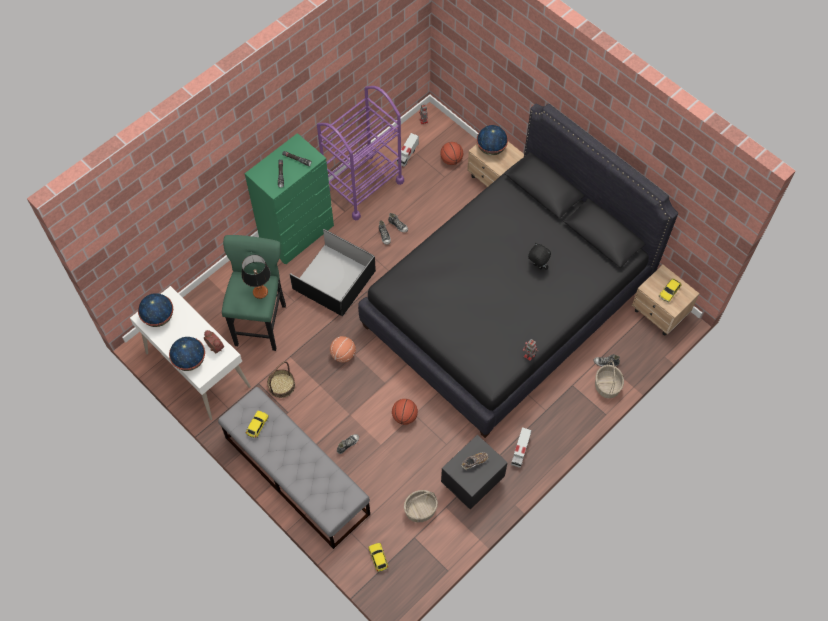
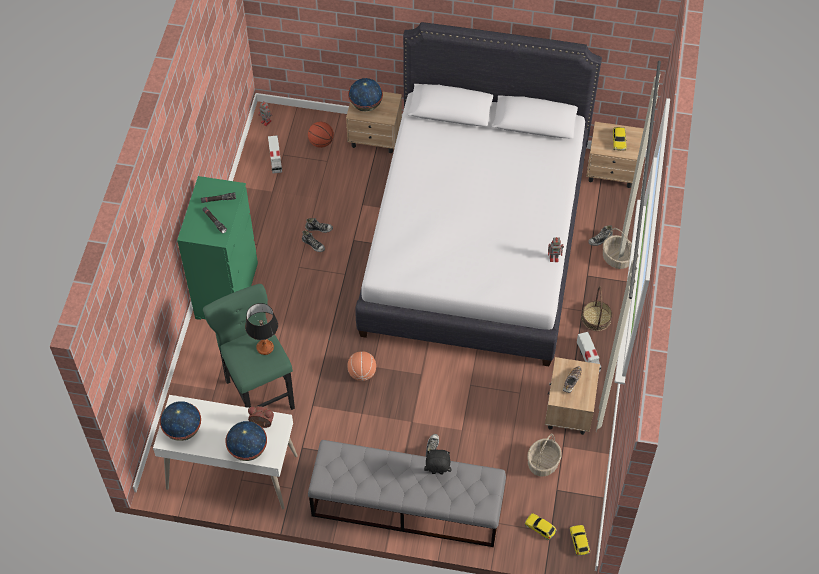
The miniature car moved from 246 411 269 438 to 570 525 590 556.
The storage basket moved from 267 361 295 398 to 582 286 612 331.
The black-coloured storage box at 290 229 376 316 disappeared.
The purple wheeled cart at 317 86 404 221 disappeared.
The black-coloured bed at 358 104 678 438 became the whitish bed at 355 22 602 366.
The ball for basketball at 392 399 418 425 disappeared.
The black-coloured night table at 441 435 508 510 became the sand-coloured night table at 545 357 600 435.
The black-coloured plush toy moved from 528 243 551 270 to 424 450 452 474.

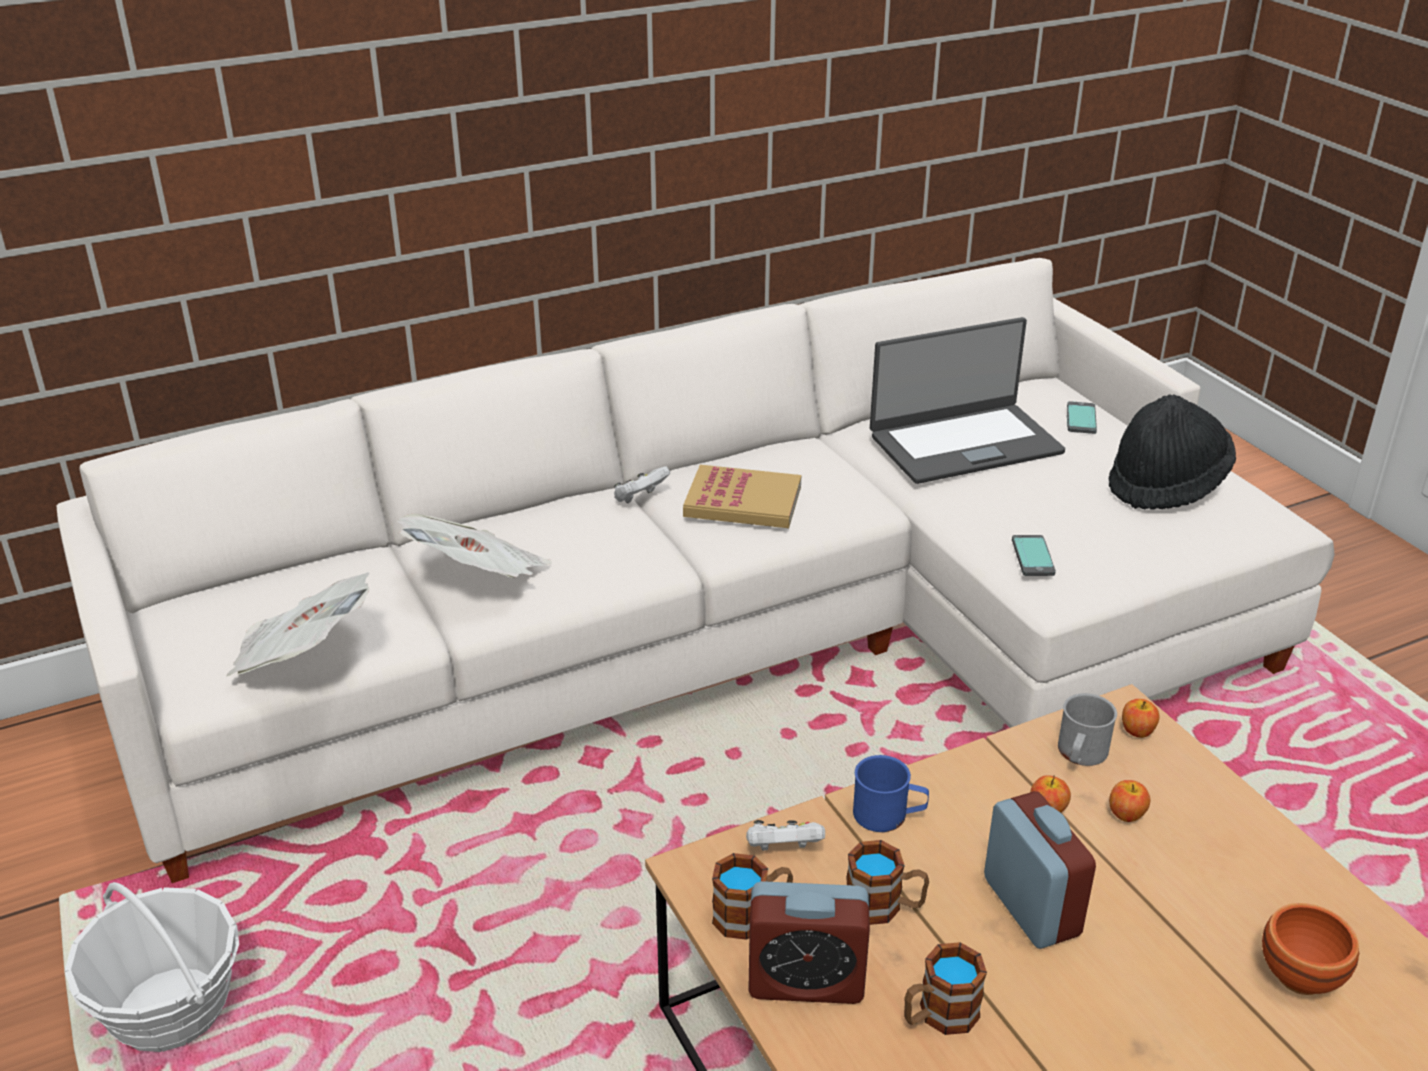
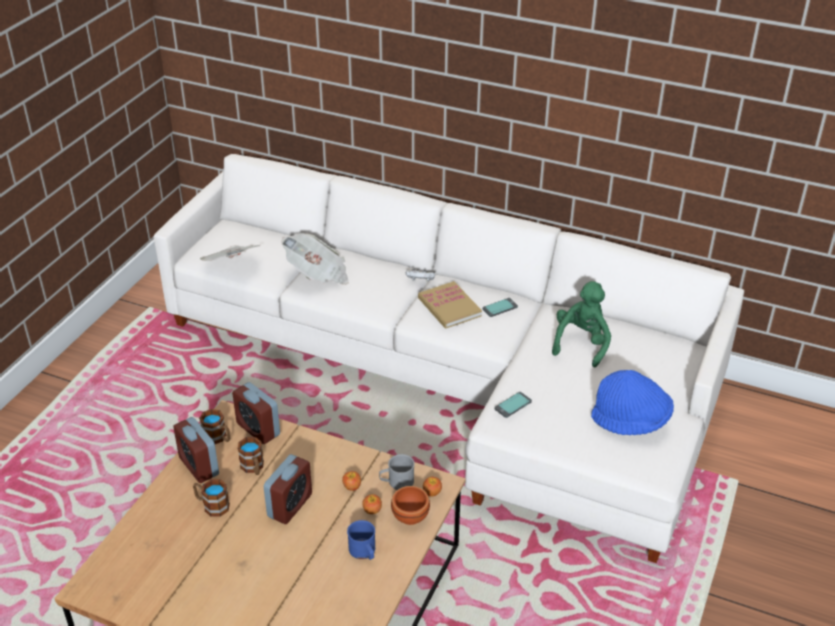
The storage basket at 64 882 239 1052 disappeared.
The whitish game controller at 746 820 825 851 was replaced by the alarm clock at 232 382 280 444.
The bluish mug moved from 853 755 929 832 to 347 520 375 560.
The notebook computer at 870 317 1065 484 was replaced by the green-coloured plush toy at 552 281 611 367.
The phone moved from 1067 401 1097 434 to 483 298 518 317.
The black-coloured hat at 1109 394 1236 509 became the bluish hat at 591 370 674 435.
The brown bowl moved from 1262 903 1359 995 to 391 486 430 525.

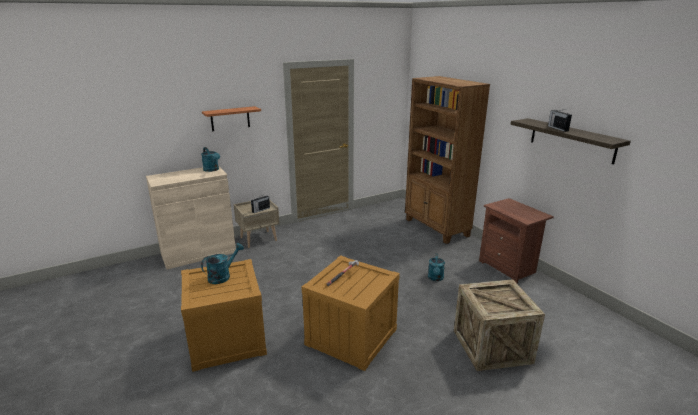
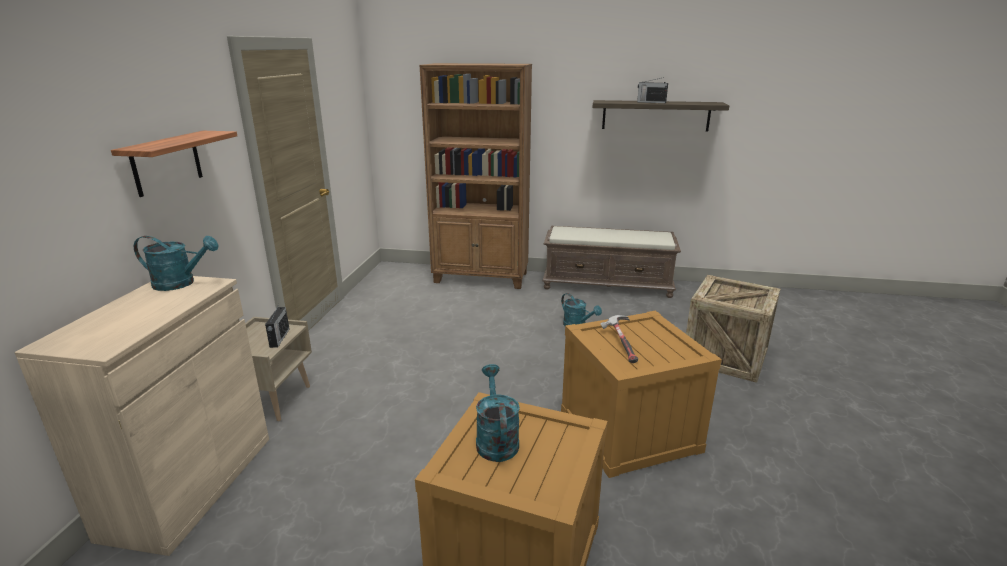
The brown night table at 479 198 554 283 was replaced by the brown long seat at 543 226 681 298.

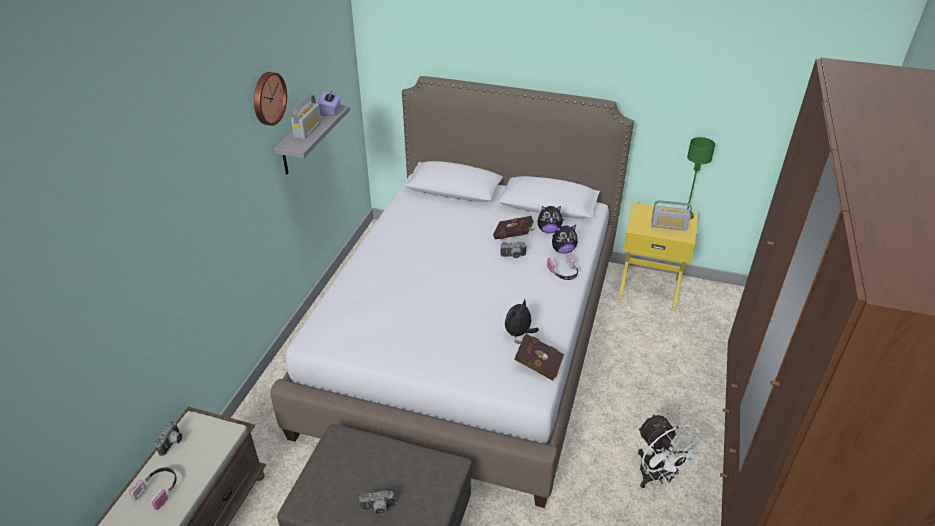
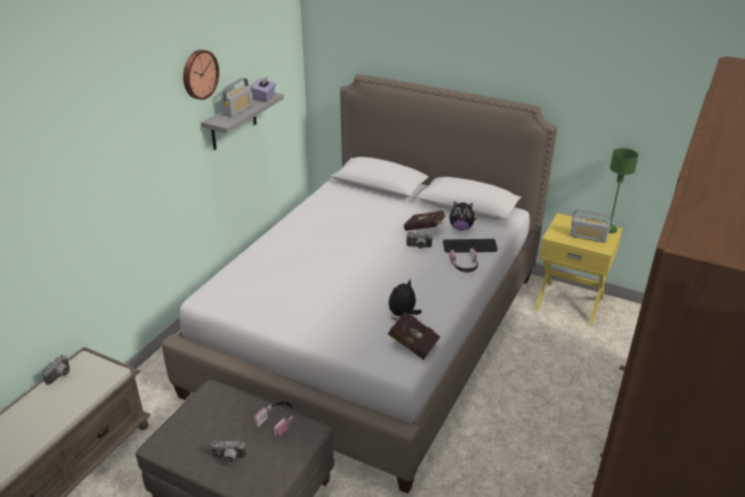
The headphones moved from 129 467 177 510 to 254 401 295 437.
The plush toy at 552 225 578 254 was replaced by the PC keyboard at 443 239 497 253.
The whitish electric fan at 638 413 706 488 disappeared.

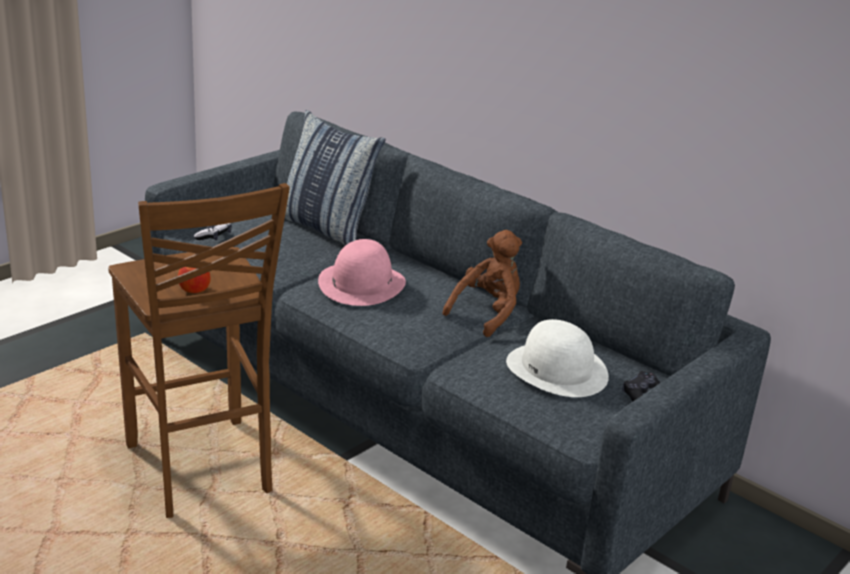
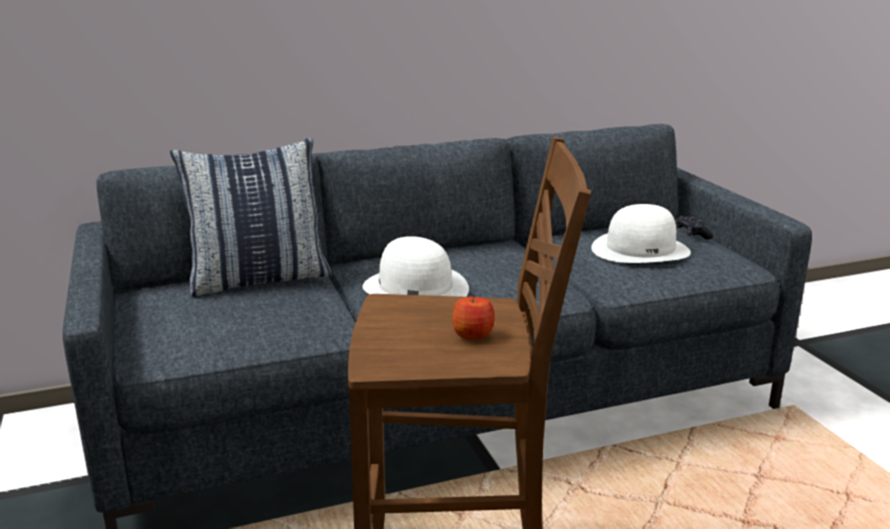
The game controller at 194 223 232 240 disappeared.
The pink-coloured hat at 318 239 406 306 became the whitish hat at 363 236 469 297.
The brown plush toy at 442 230 522 337 disappeared.

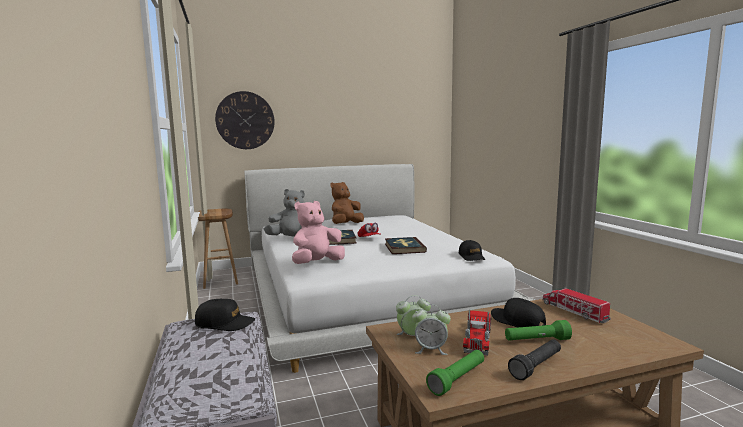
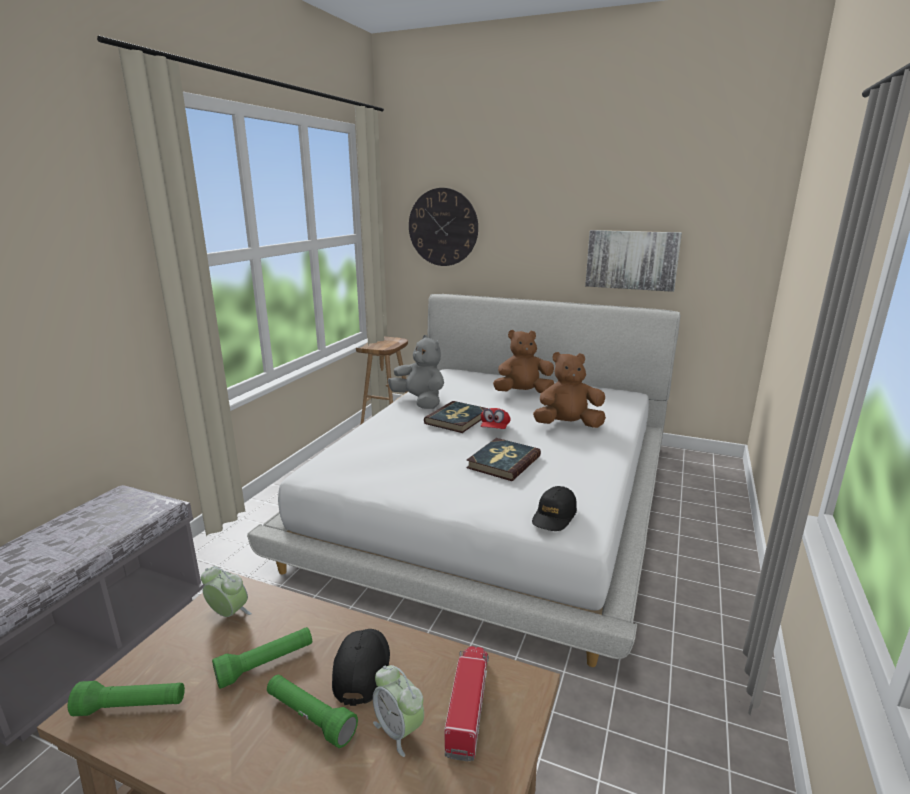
The black-coloured baseball cap at 195 299 255 331 disappeared.
The pink-coloured plush toy at 292 201 345 264 disappeared.
The alarm clock moved from 412 304 451 355 to 373 665 424 757.
The model truck at 463 310 491 356 was replaced by the green-coloured torch at 212 627 312 689.
The black-coloured torch at 508 339 561 380 disappeared.
The brown plush toy at 533 352 606 428 appeared.
The wall art at 585 230 682 292 appeared.

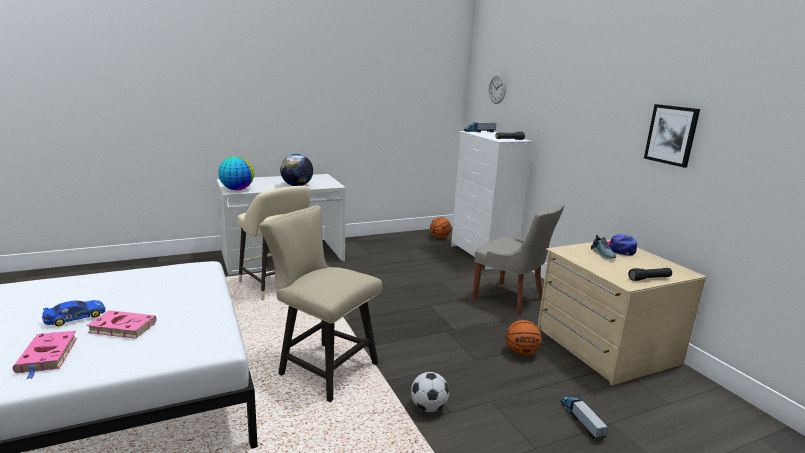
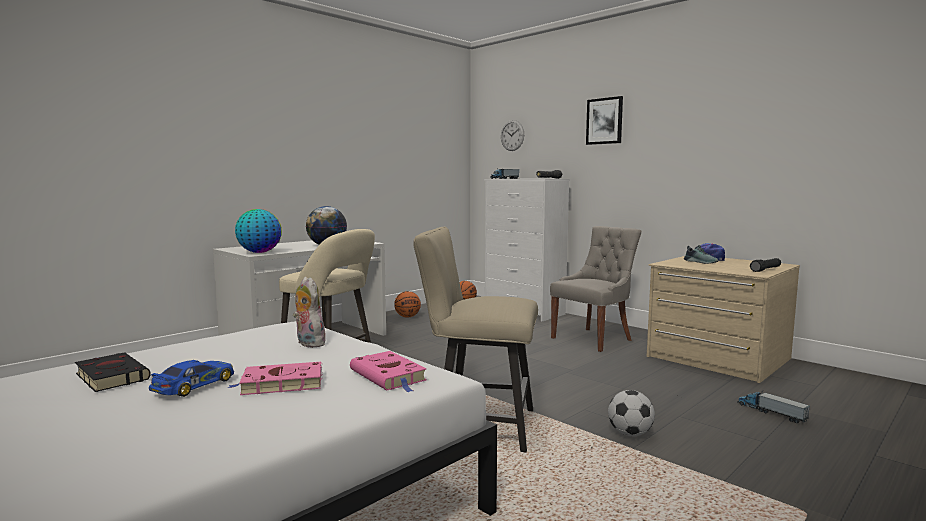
The pink-coloured bound book moved from 13 331 77 379 to 350 351 427 392.
The greyish chair at 473 204 565 315 turned 60 degrees counterclockwise.
The ball for basketball moved from 506 320 542 355 to 394 291 421 318.
The wall art moved from 644 104 700 168 to 586 96 623 145.
The black-coloured bound book at 75 352 151 392 appeared.
The plush toy at 293 277 326 348 appeared.

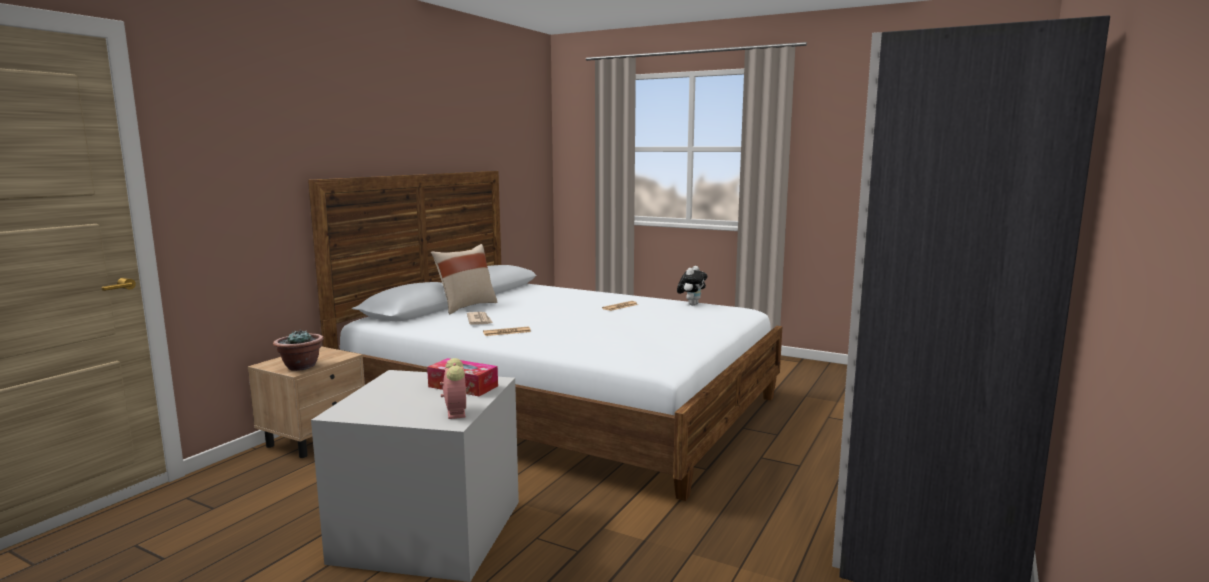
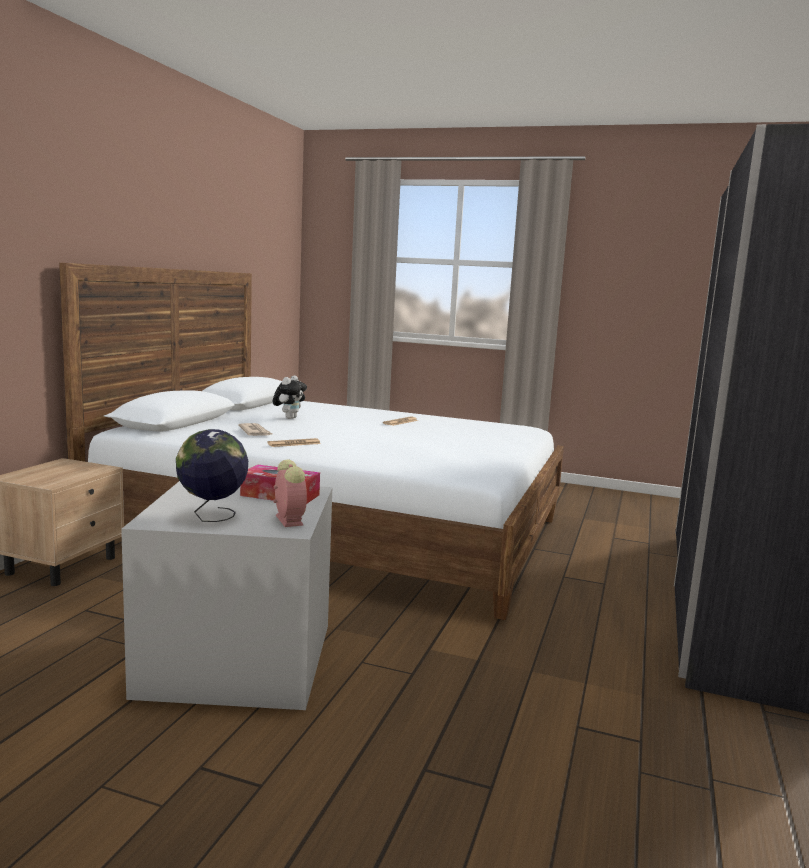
The houseplant at 273 329 324 371 disappeared.
The sand-coloured throw pillow at 431 244 498 314 disappeared.
The plush toy moved from 677 266 707 305 to 273 376 307 419.
The desk globe at 176 429 248 522 appeared.

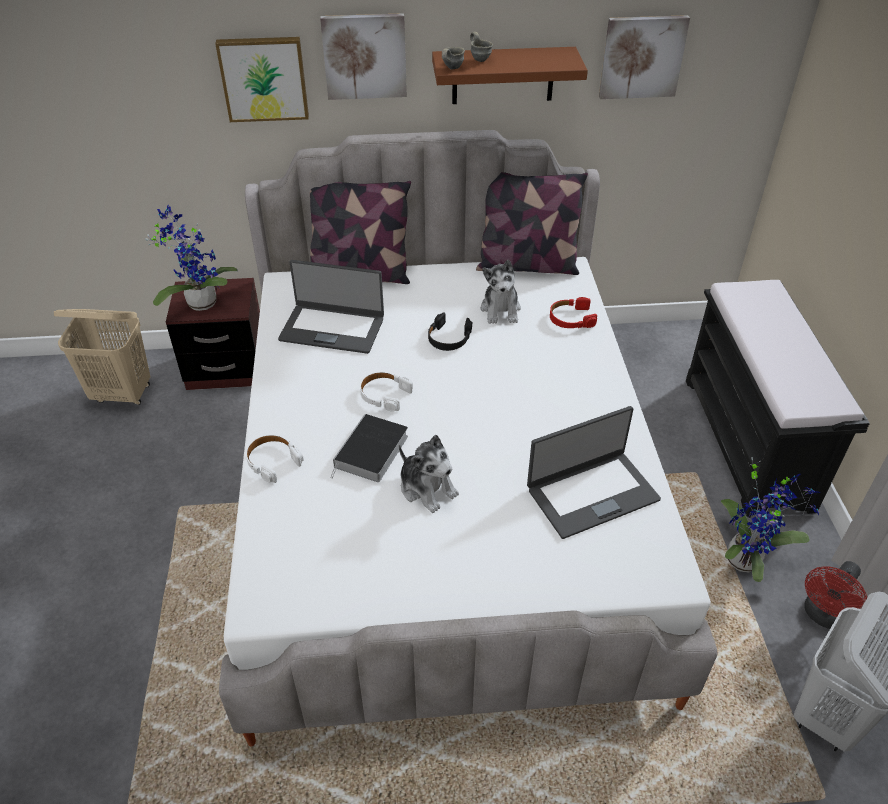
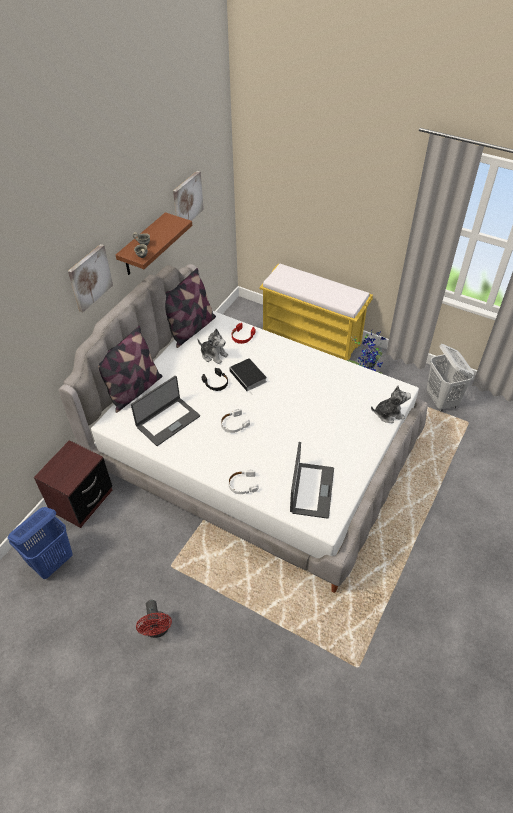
The sand-coloured laundry basket at 54 309 151 405 became the bluish laundry basket at 8 507 73 579.
The houseplant at 145 205 238 311 disappeared.
The wall art at 215 37 309 122 disappeared.
The bound book moved from 331 414 408 482 to 229 358 267 395.
The plush toy moved from 399 435 459 513 to 371 386 411 423.
The notebook computer moved from 527 406 661 539 to 290 442 334 519.
The black-coloured long seat at 686 280 870 518 became the yellowish long seat at 259 264 373 360.
The red-coloured electric fan moved from 804 561 867 629 to 136 600 172 638.

